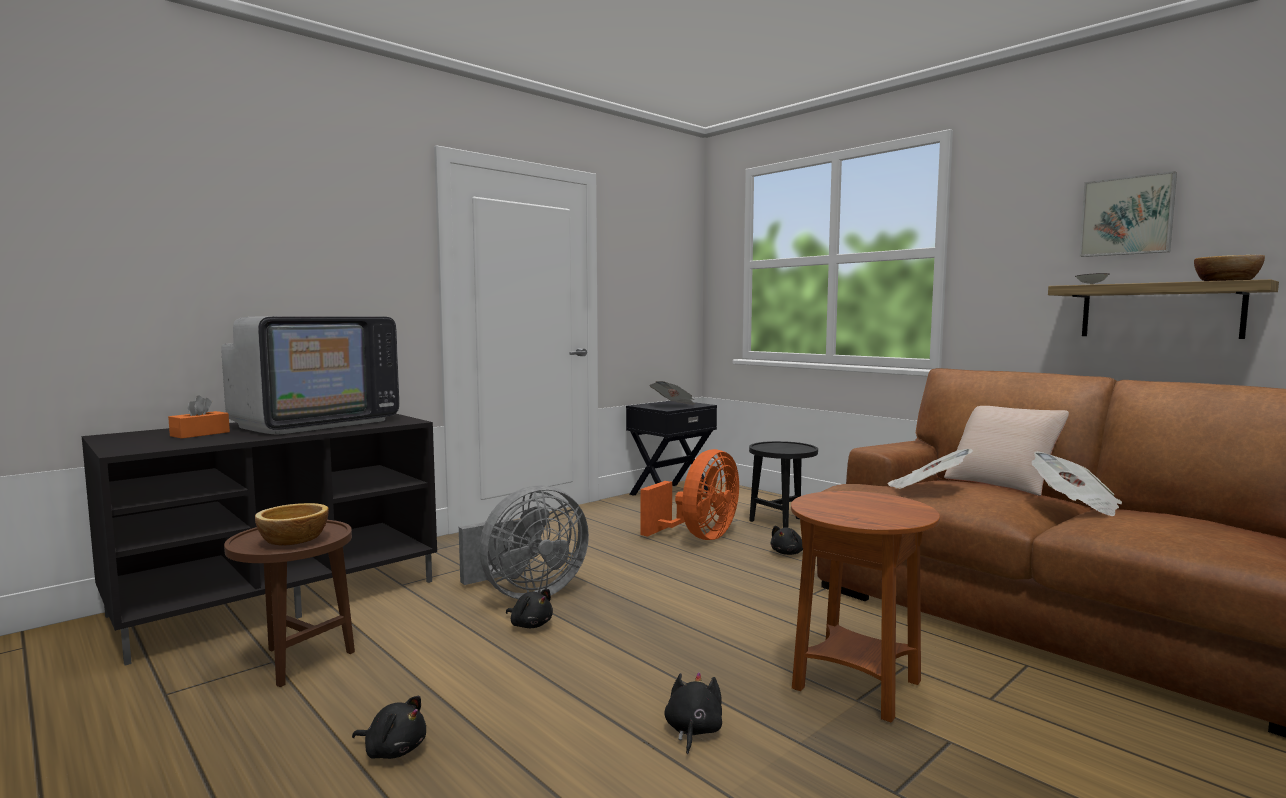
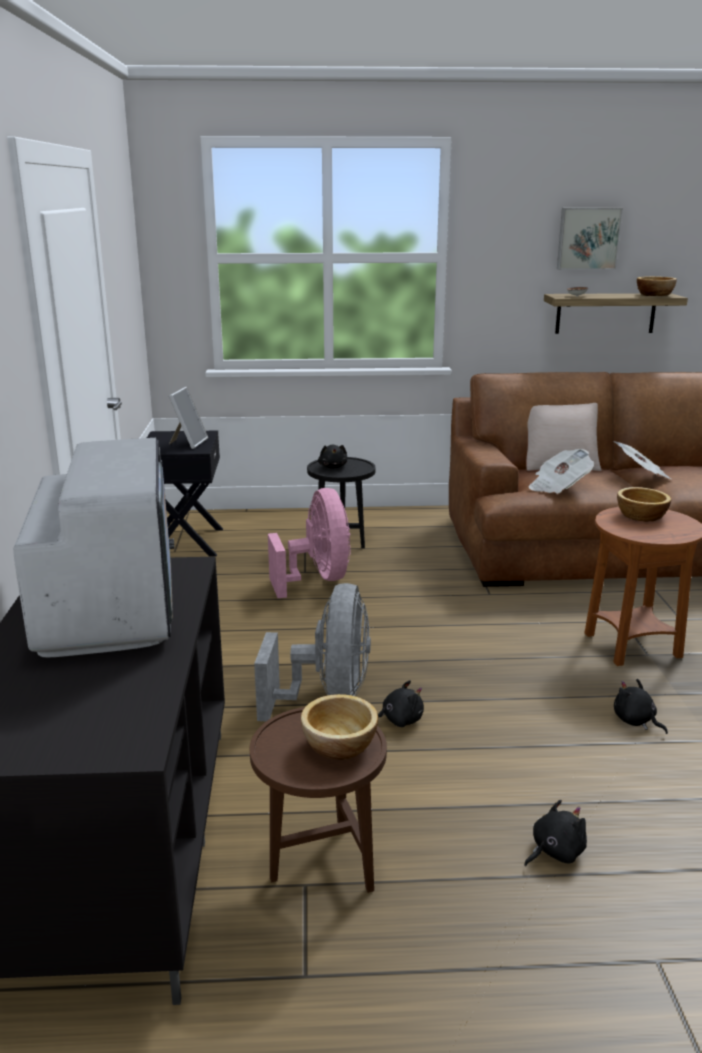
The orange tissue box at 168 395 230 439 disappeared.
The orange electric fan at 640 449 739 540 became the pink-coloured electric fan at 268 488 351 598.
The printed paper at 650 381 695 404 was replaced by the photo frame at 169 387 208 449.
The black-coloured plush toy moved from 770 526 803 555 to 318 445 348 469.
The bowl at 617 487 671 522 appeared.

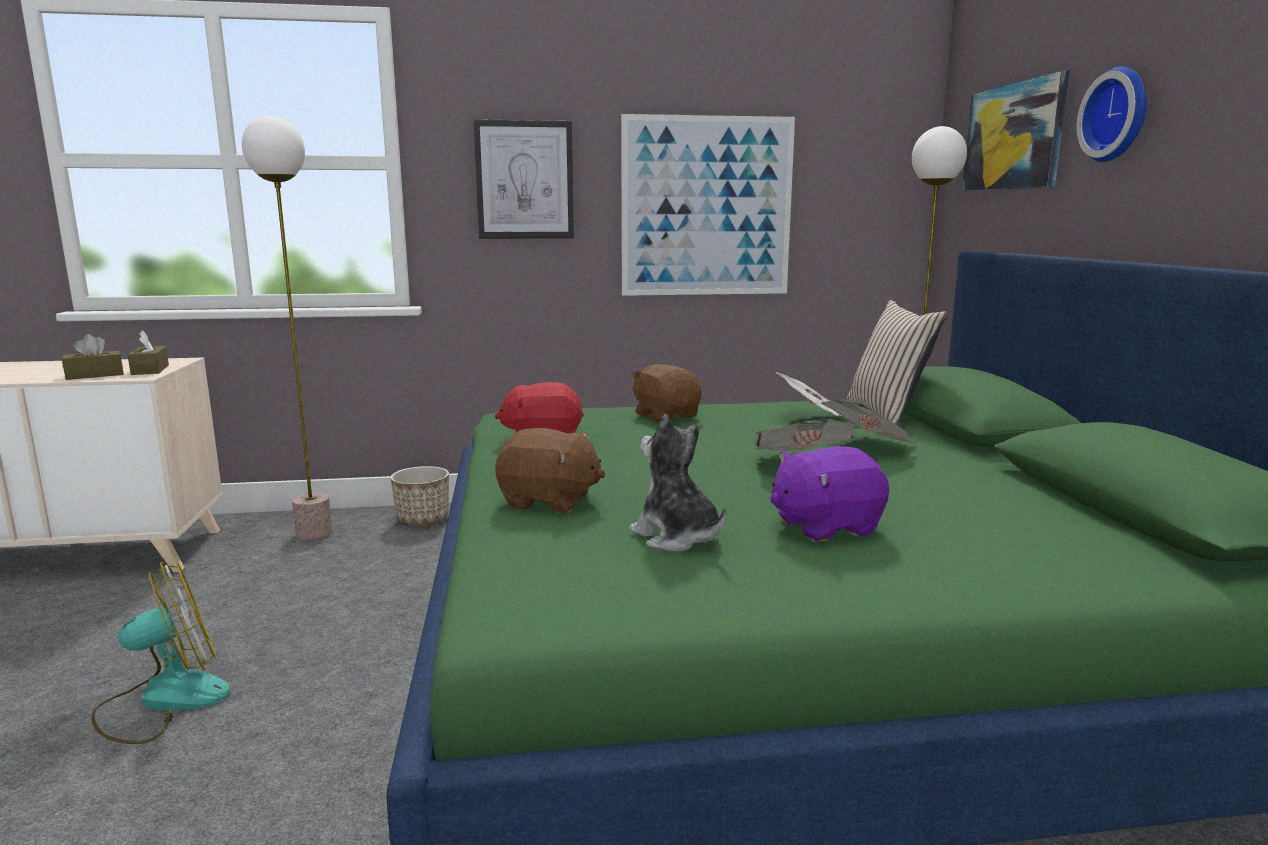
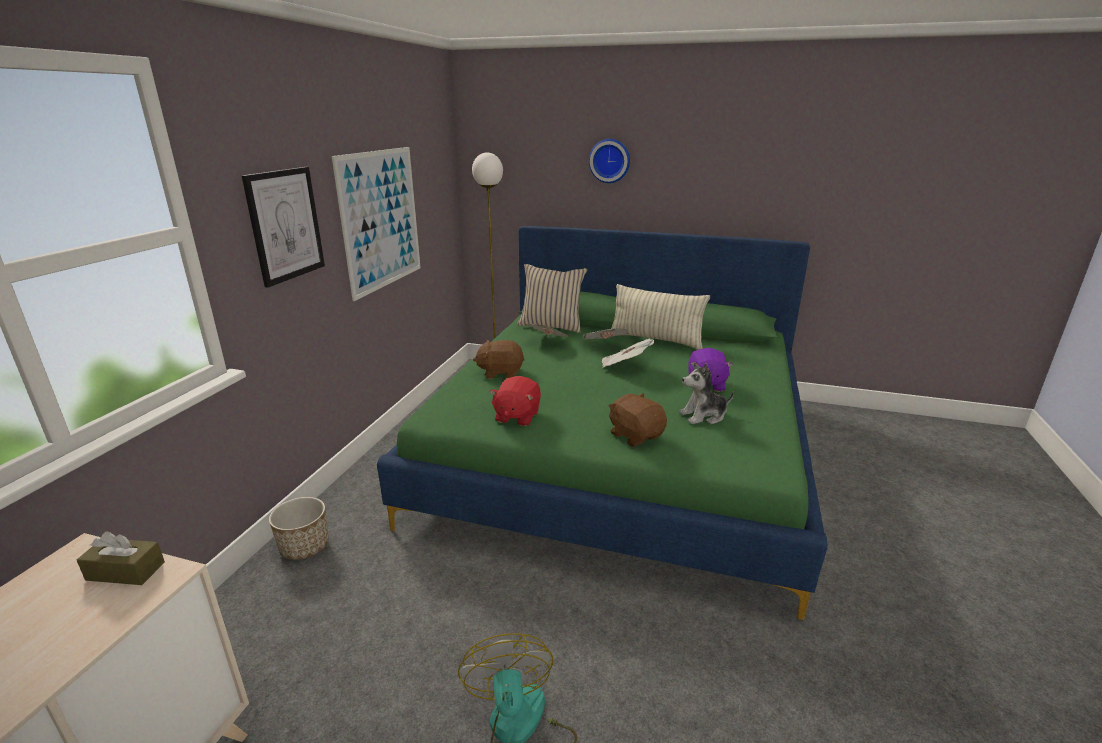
The brown tissue box at 62 334 123 380 disappeared.
The standing lamp at 242 116 332 540 disappeared.
The brown plush toy at 495 428 605 513 turned 75 degrees counterclockwise.
The wall art at 962 71 1069 191 disappeared.
The throw pillow at 611 284 710 350 appeared.

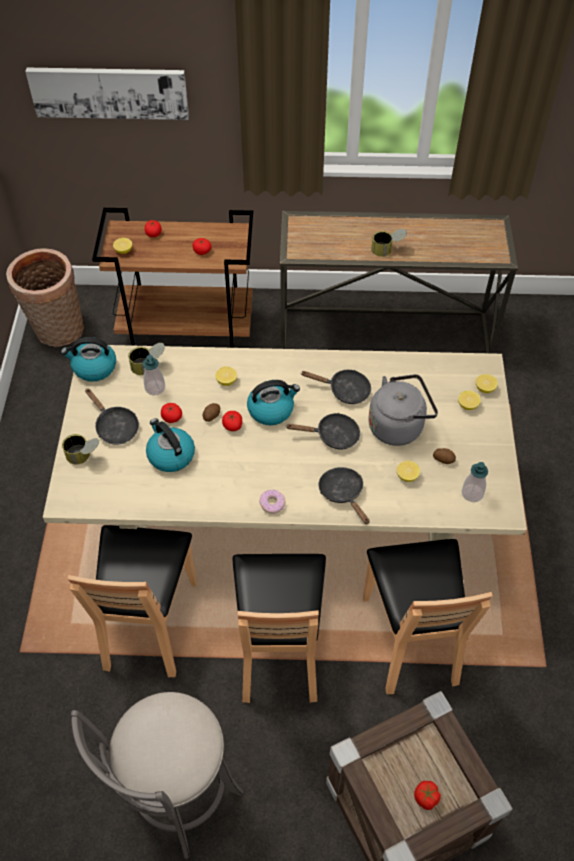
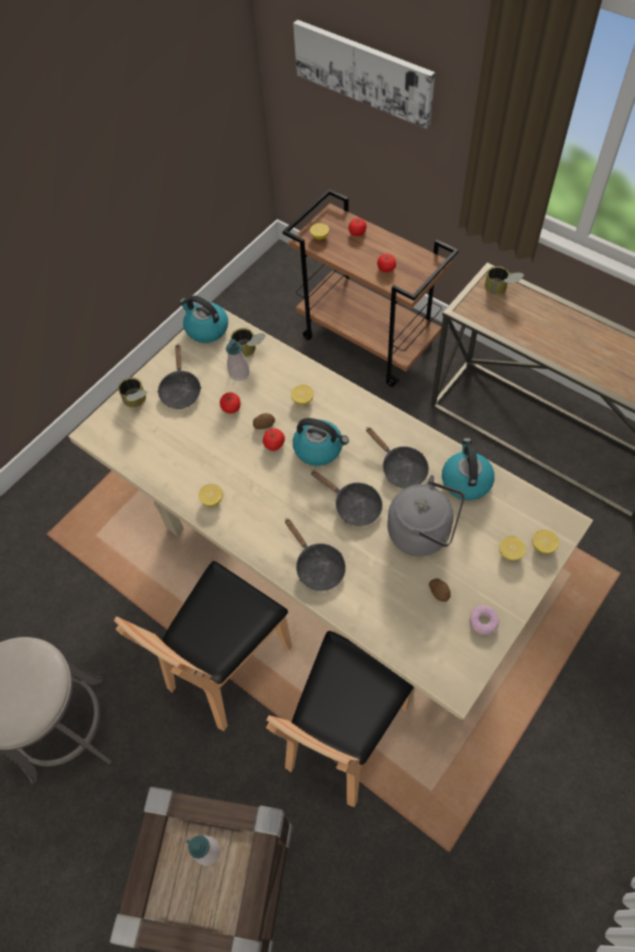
The storage basket at 6 248 84 347 disappeared.
The brown chair at 68 525 197 677 disappeared.
The tea kettle moved from 146 418 195 472 to 442 438 495 500.
The ring doughnut moved from 260 490 286 514 to 469 605 499 635.
The black-coloured frying pan at 319 467 370 524 turned 135 degrees clockwise.
The can moved from 371 229 407 257 to 485 266 524 294.
The whole lemon moved from 396 461 420 482 to 198 484 223 506.
The tomato at 414 781 441 810 disappeared.
The liquid soap bottle moved from 462 462 488 502 to 186 835 220 866.

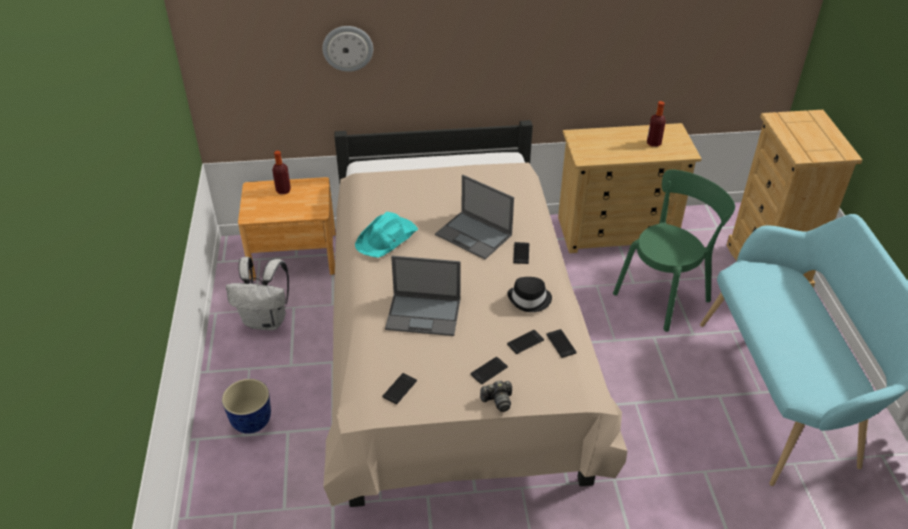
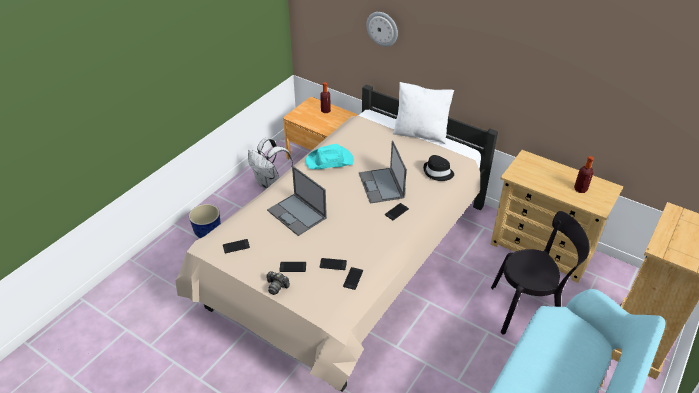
The black-coloured hat moved from 507 277 552 312 to 423 155 454 181.
The green-coloured chair at 613 169 735 332 became the black-coloured chair at 491 211 589 334.
The whitish throw pillow at 393 82 454 144 appeared.

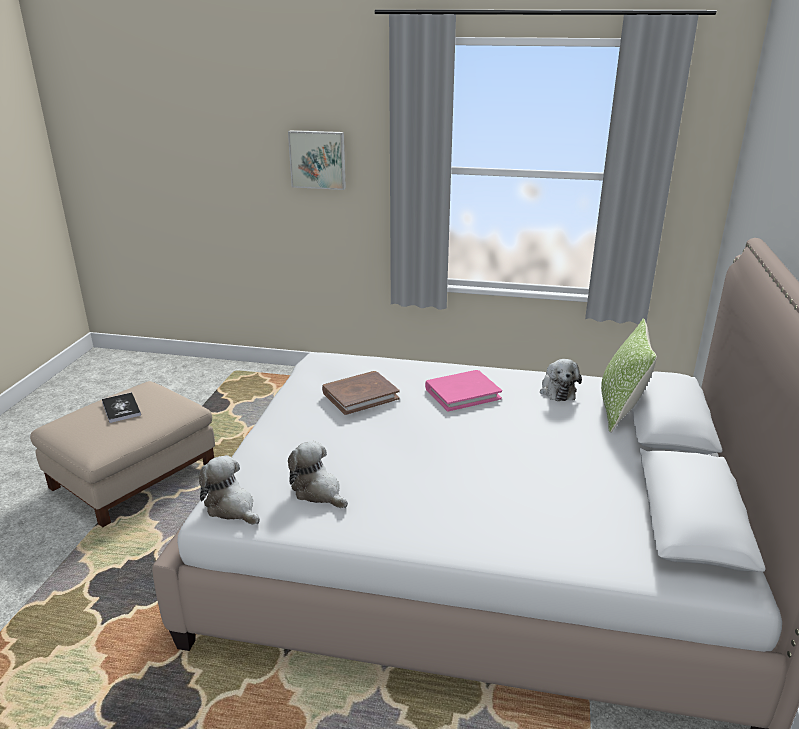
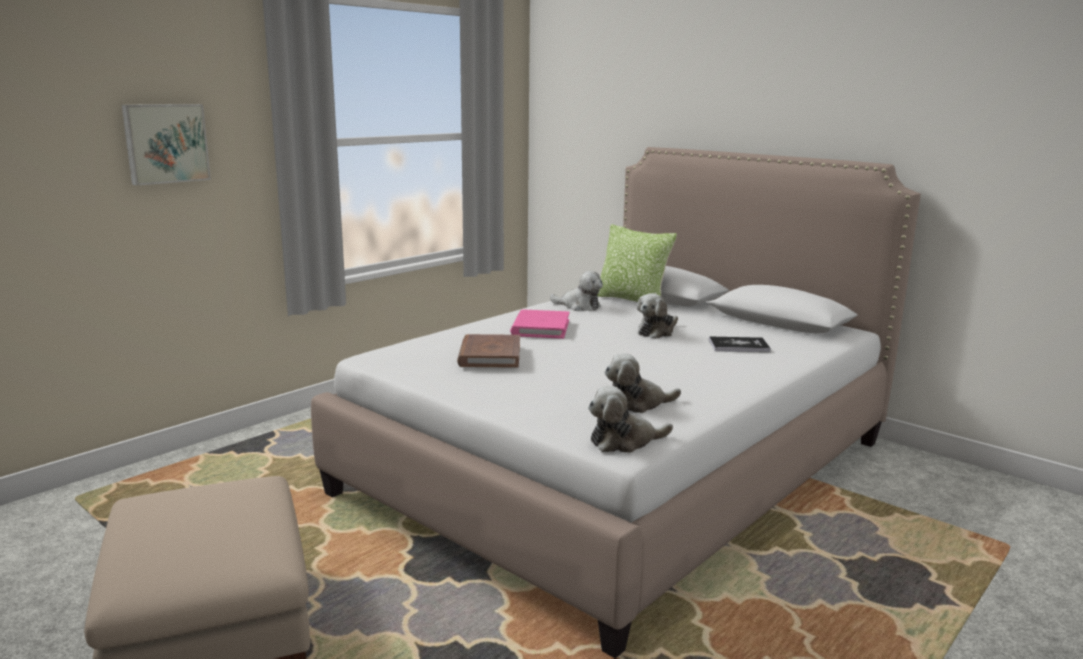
The bound book moved from 102 392 141 423 to 709 337 771 352.
The plush toy at 637 293 678 339 appeared.

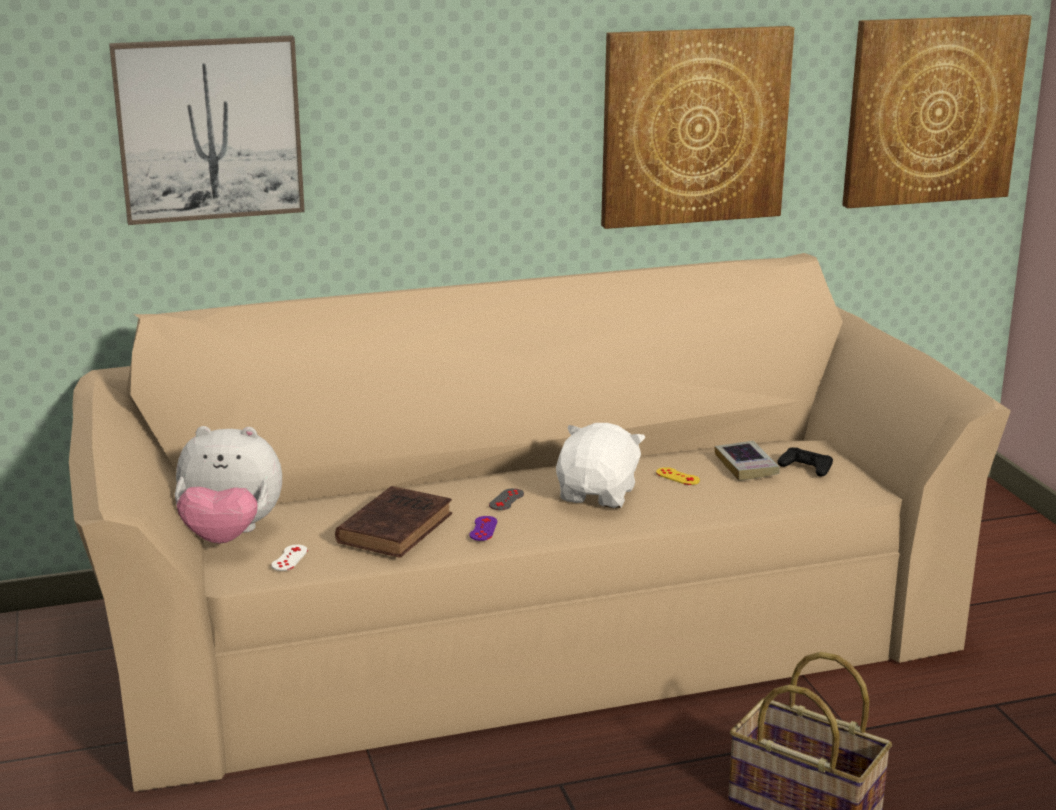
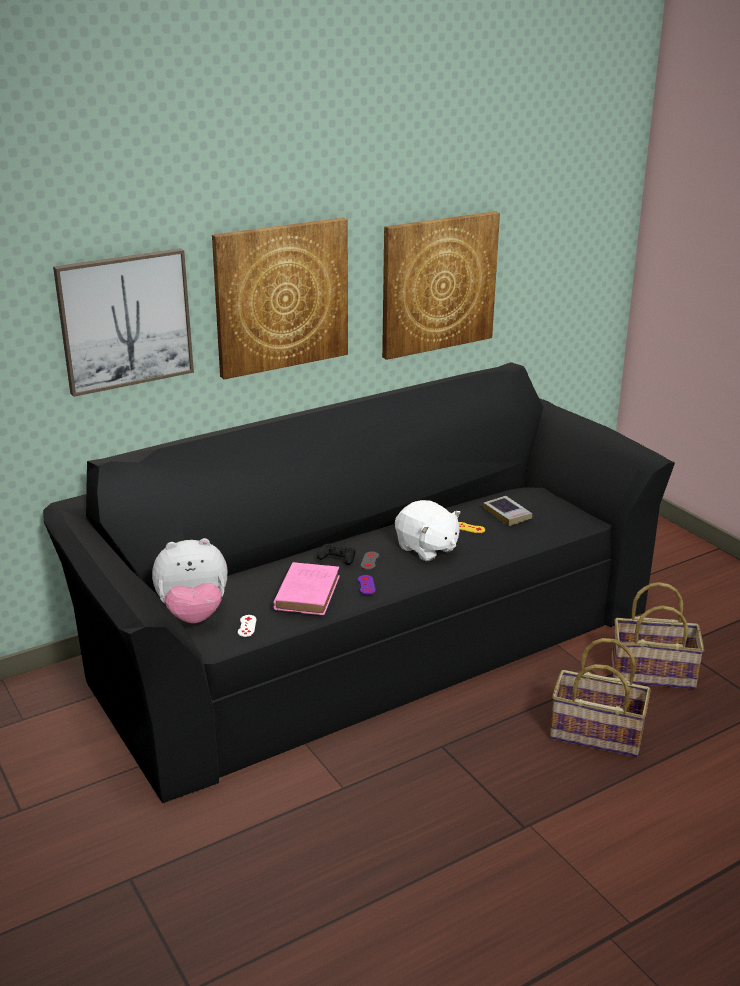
The sand-coloured couch at 69 253 1011 792 became the black-coloured couch at 43 362 675 803.
The brown bound book at 335 486 452 558 became the pink-coloured bound book at 273 562 340 615.
The whitish plush toy at 556 423 646 508 turned 135 degrees clockwise.
The black-coloured game controller moved from 777 447 833 477 to 317 544 356 565.
The wall art moved from 842 14 1032 208 to 212 218 348 379.
The storage basket at 612 582 704 689 appeared.

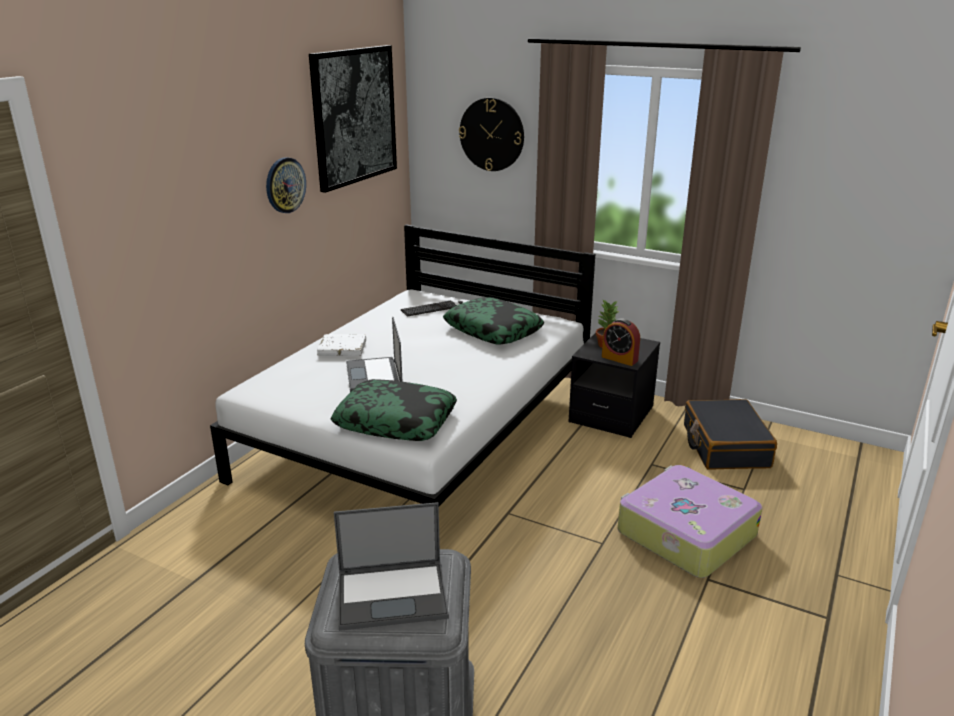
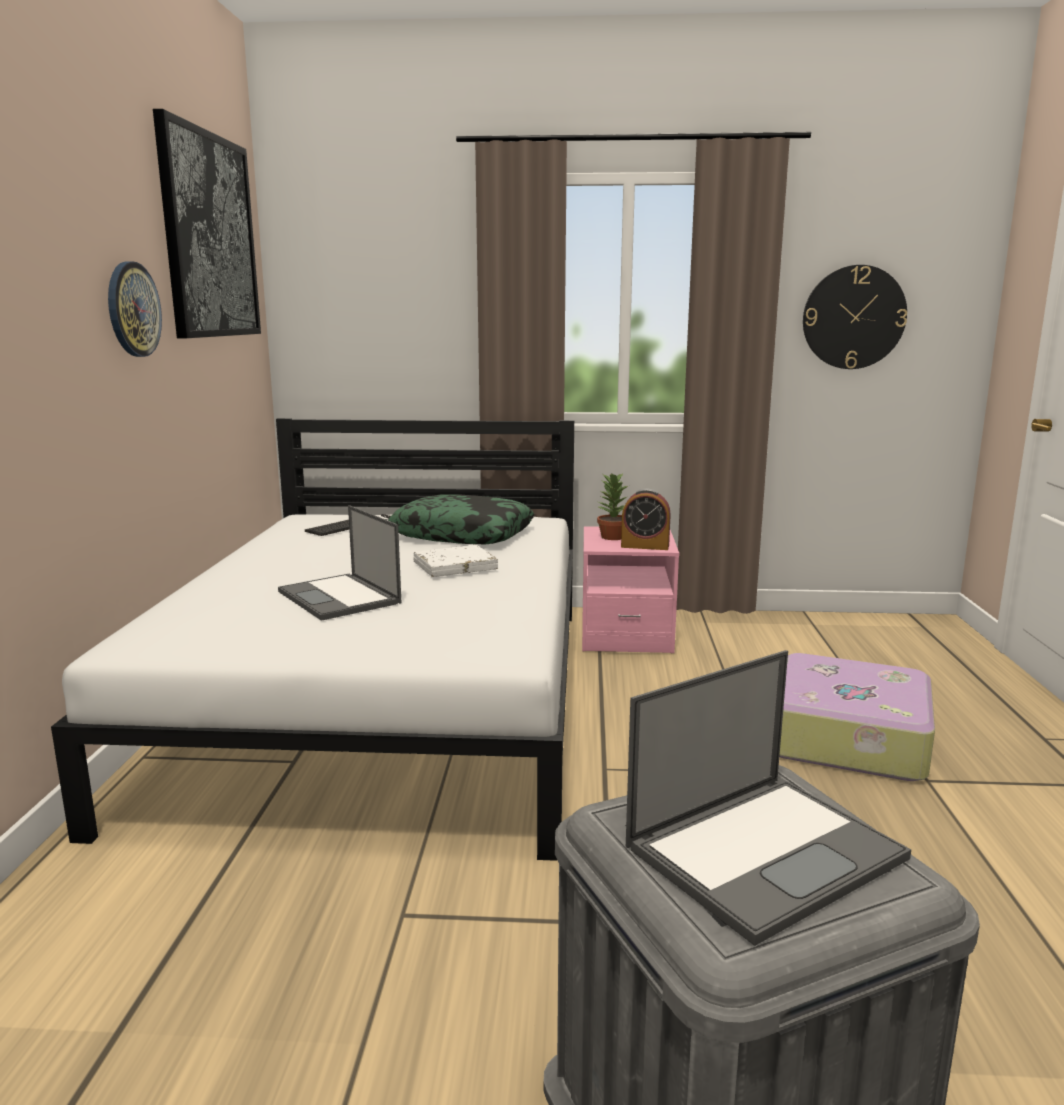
The whitish bound book moved from 317 334 366 356 to 413 545 498 577.
The throw pillow at 331 379 457 441 disappeared.
The wall clock moved from 459 98 524 171 to 803 265 907 369.
The black-coloured night table at 568 333 660 438 became the pink-coloured night table at 582 526 679 653.
The black-coloured travel case at 684 399 777 469 disappeared.

